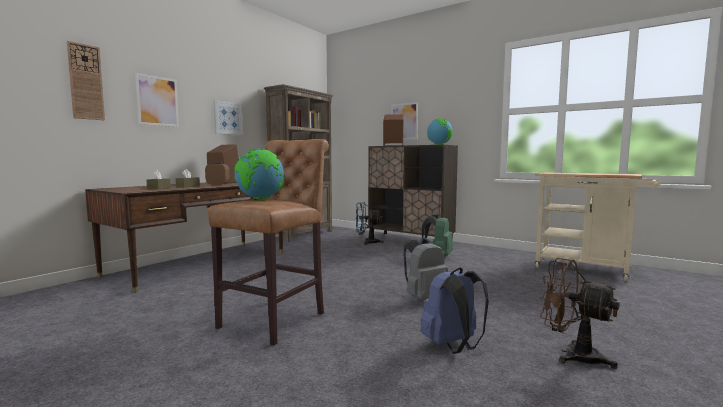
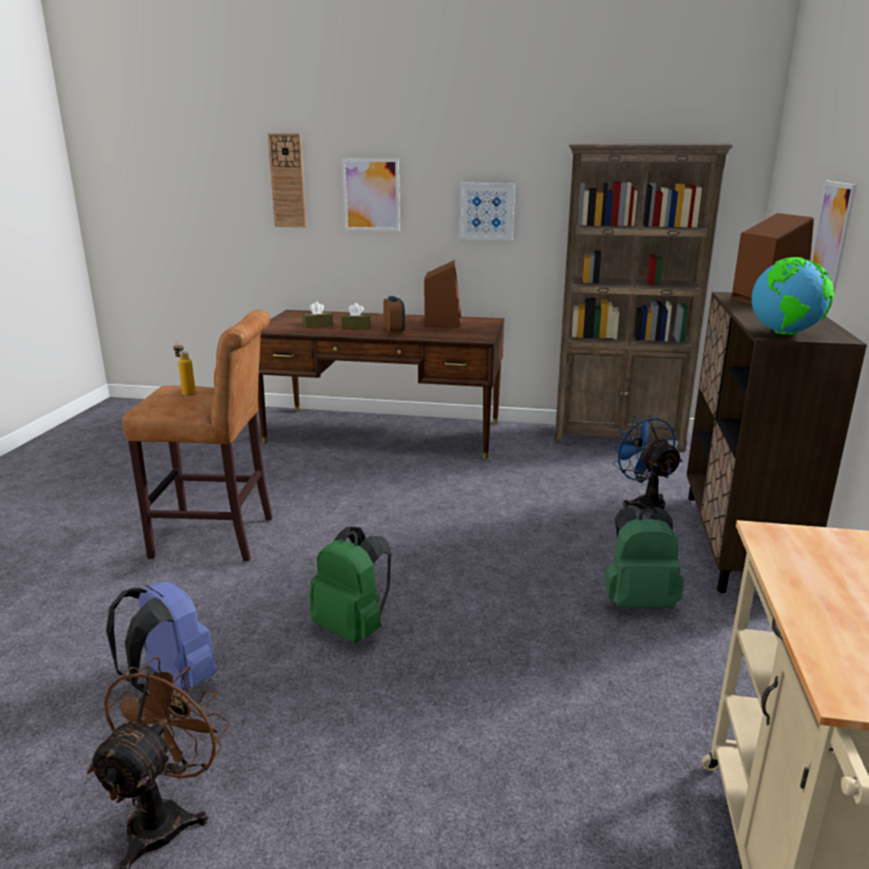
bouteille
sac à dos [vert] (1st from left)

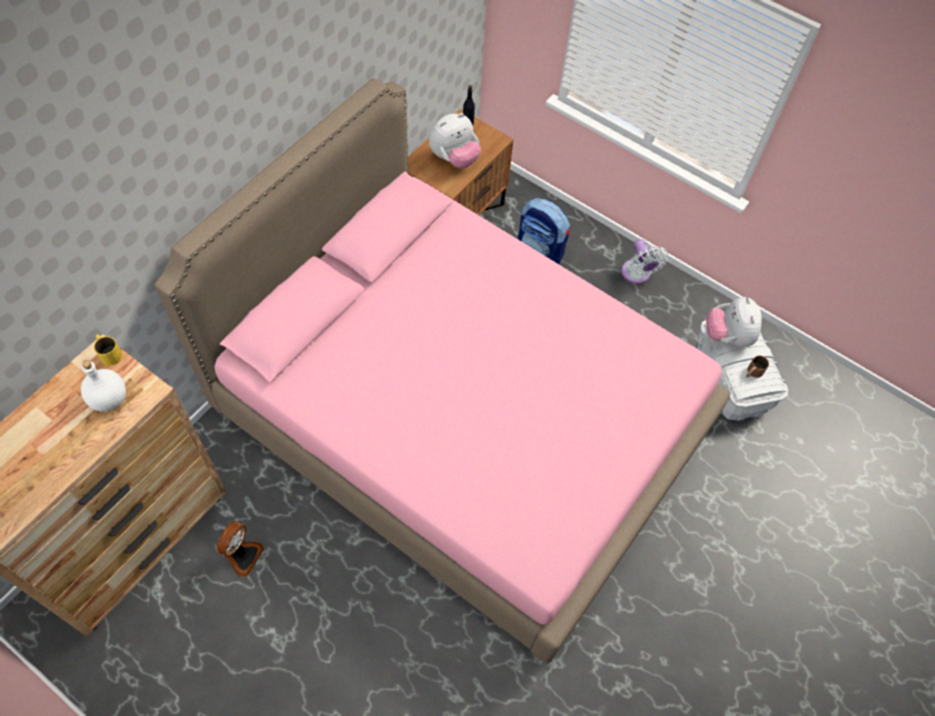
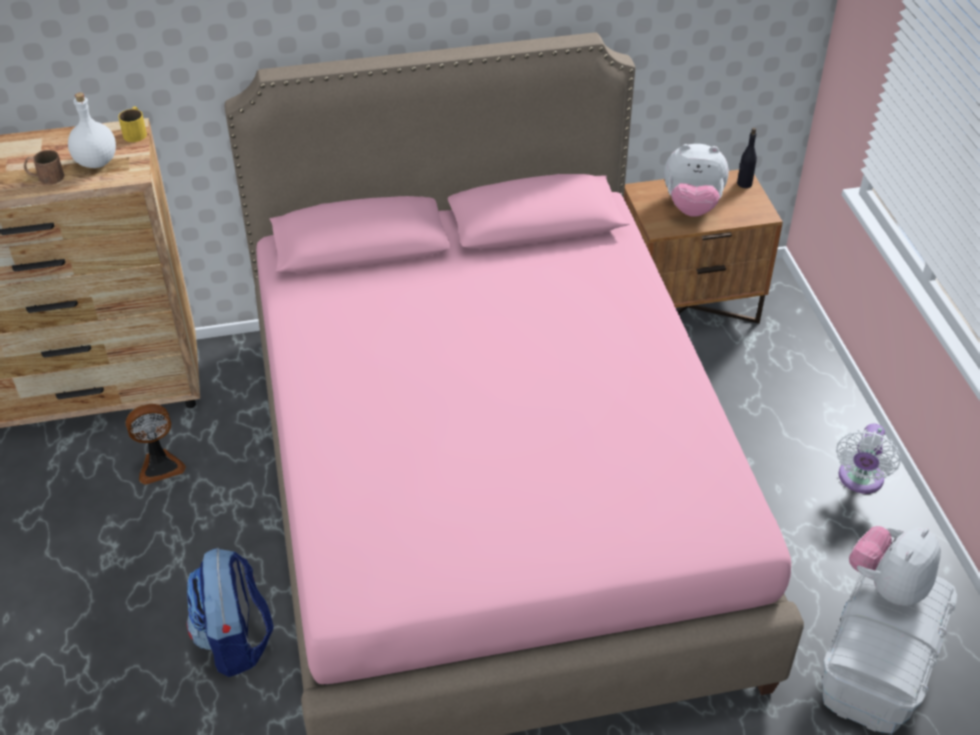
sac à dos
mug [marron]

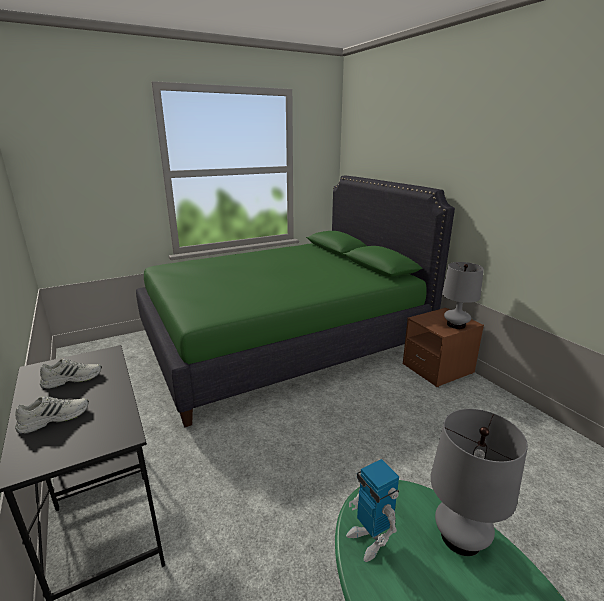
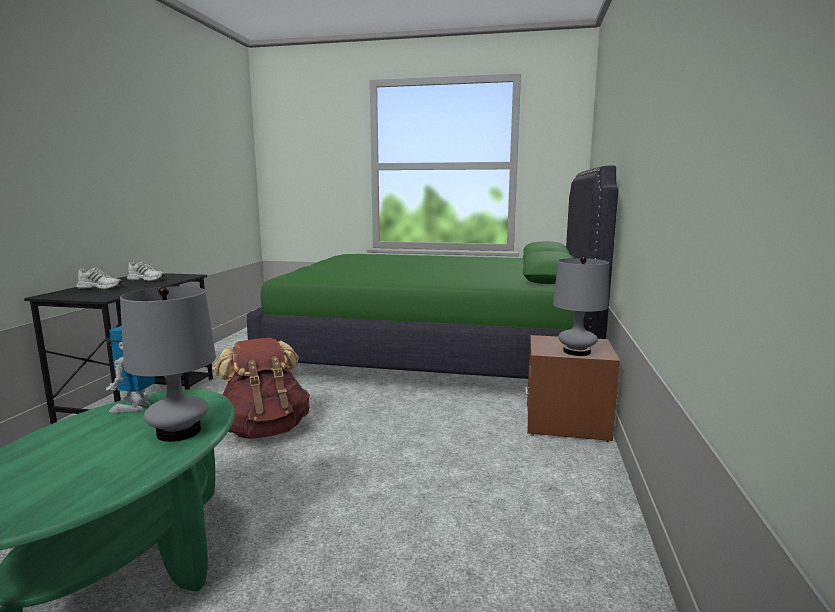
sac à dos [marron]

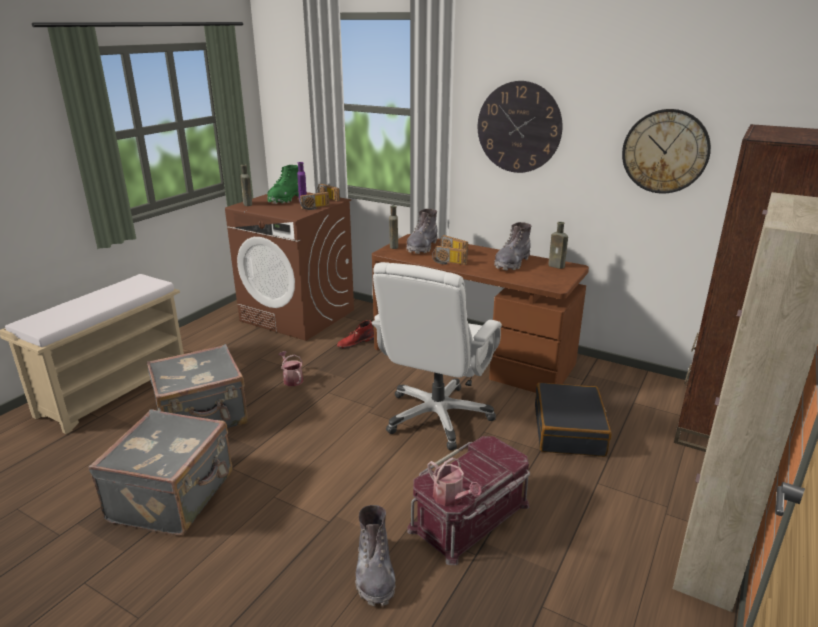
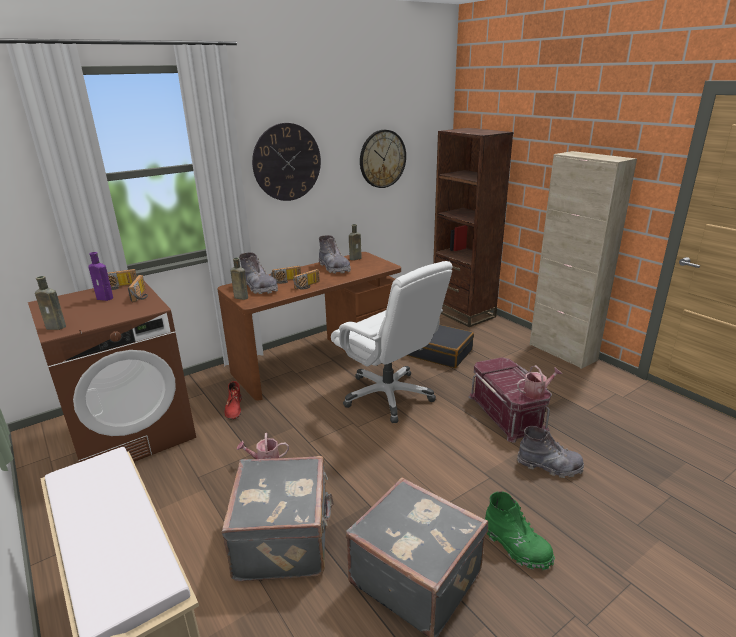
botte [vert]

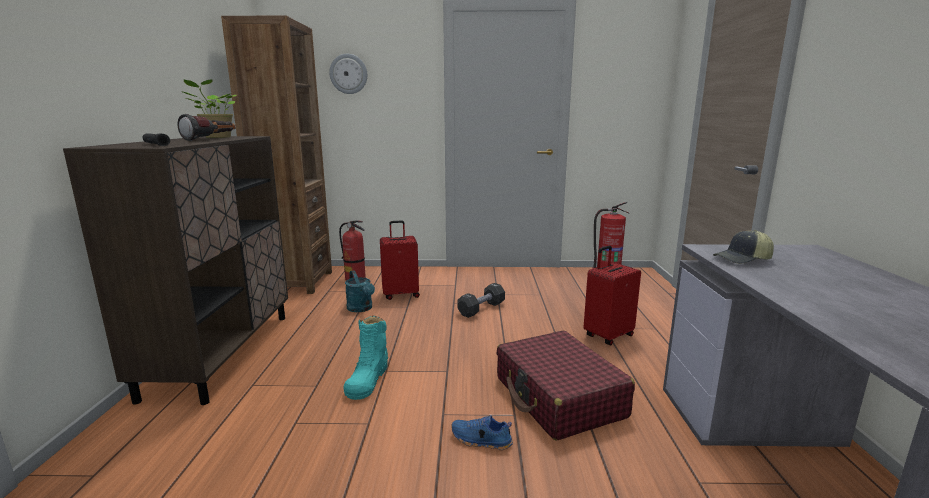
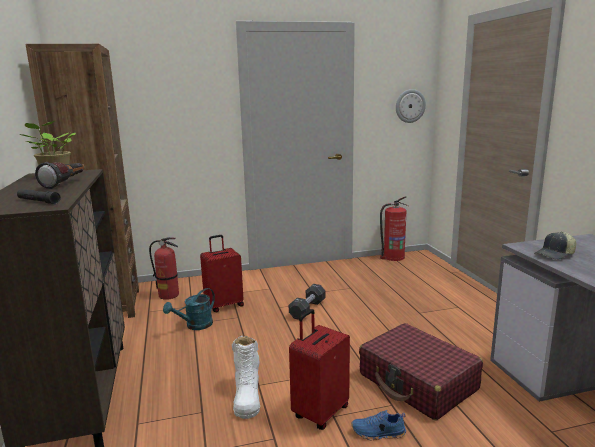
horloge murale
botte [blanc]
arrosoir [turquoise]
valise [rouge] (2nd from left)

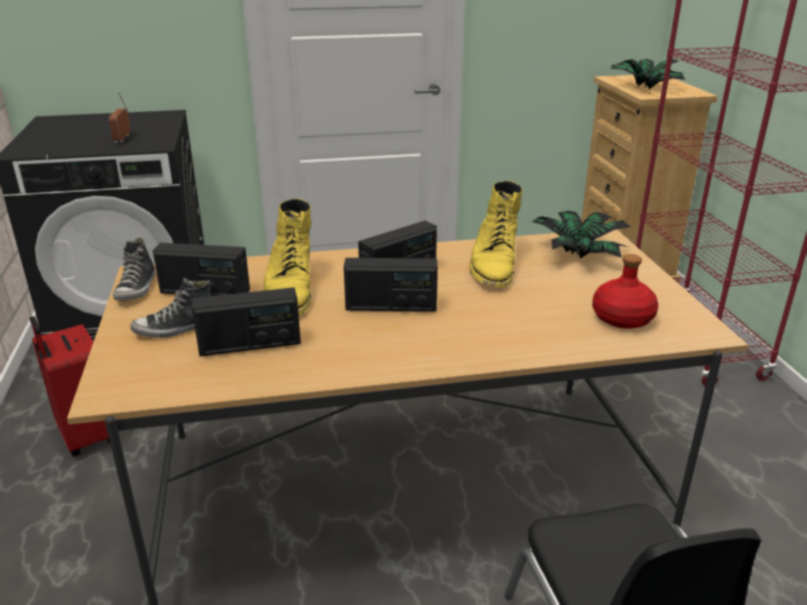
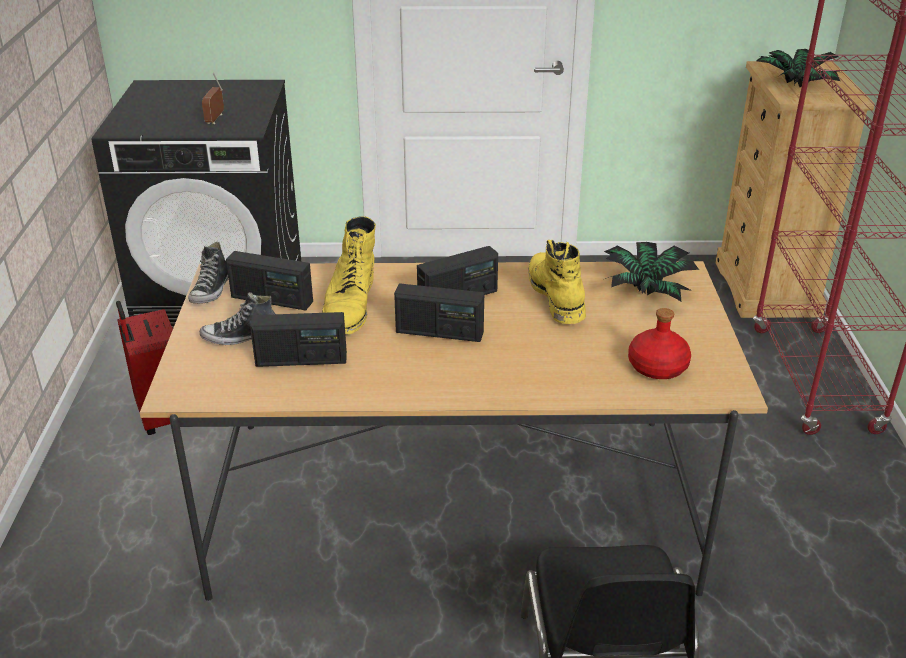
botte [jaune] (2nd from left)

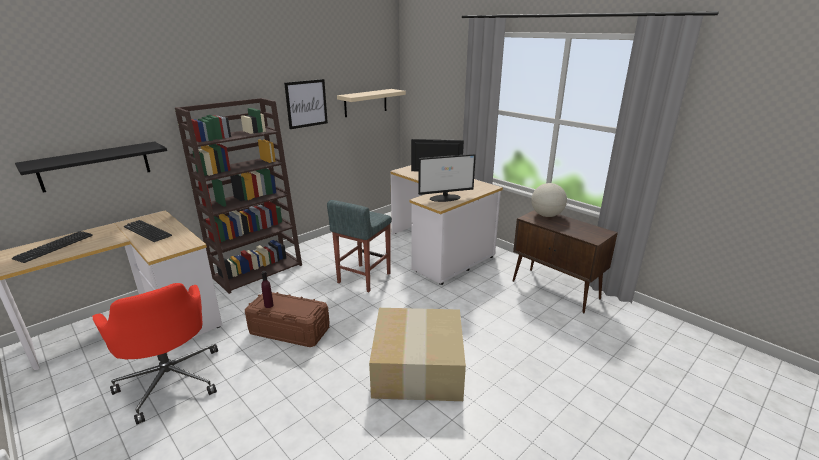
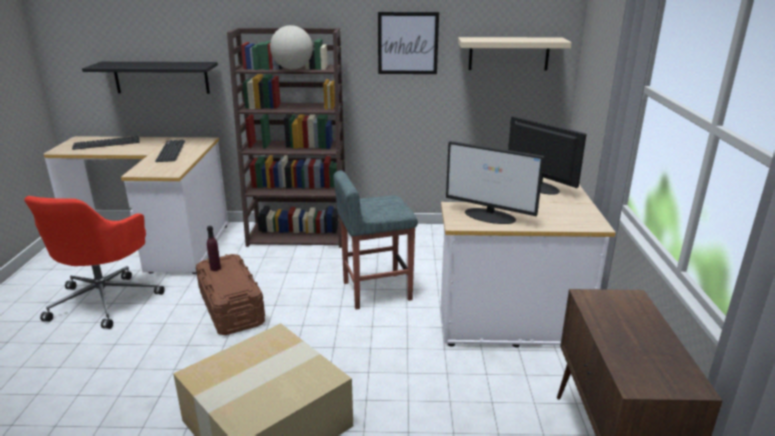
globe

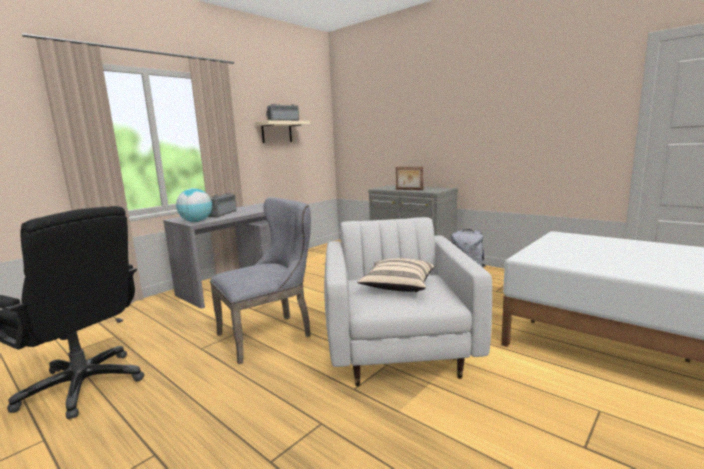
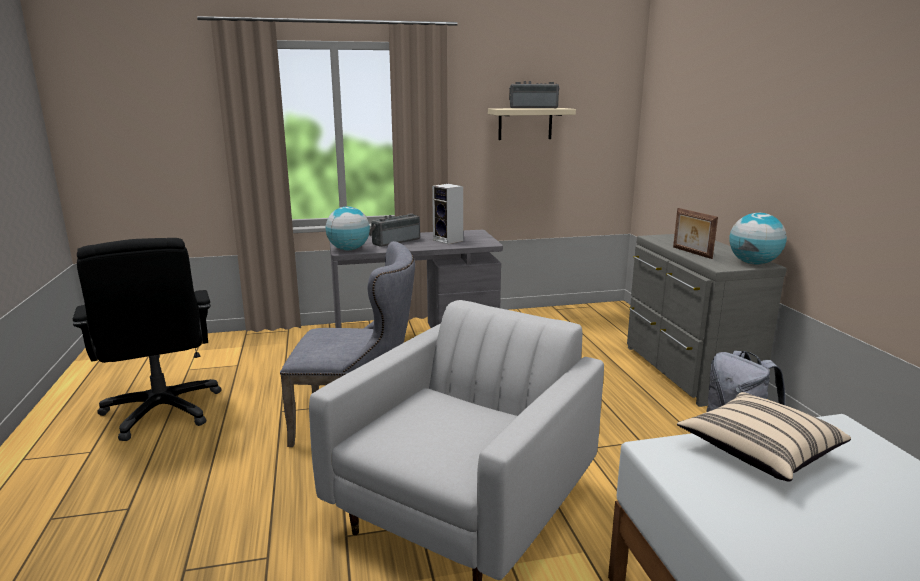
coussin [beige]
enceinte
globe (2nd from left)

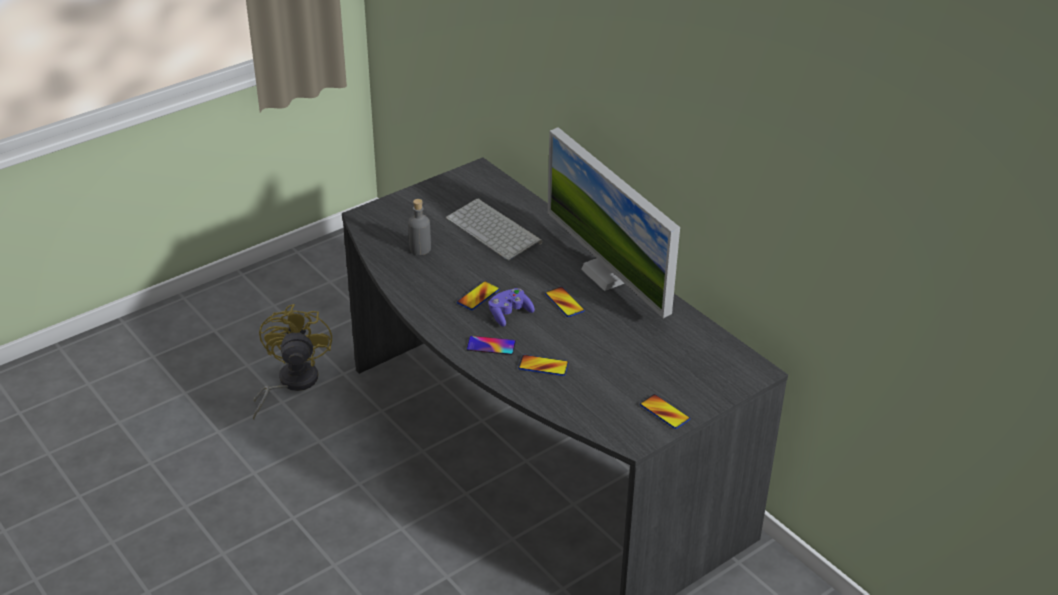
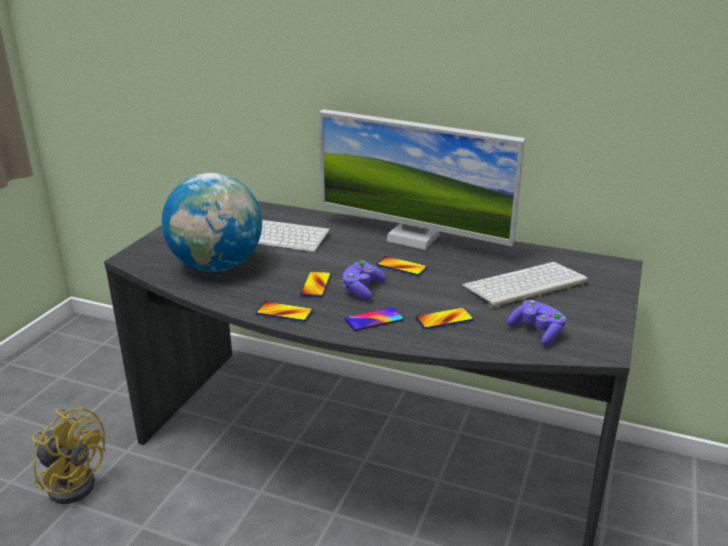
ventilateur [jaune]
globe
téléphone (1st from left)
clavier (2nd from left)
manette [violet] (2nd from left)

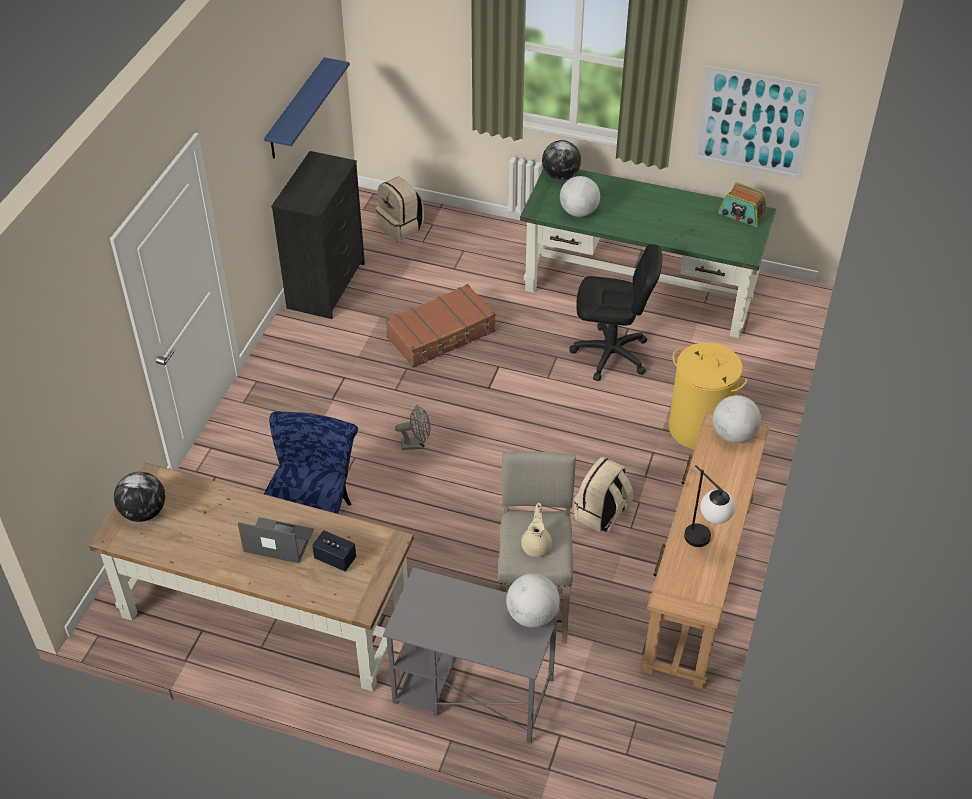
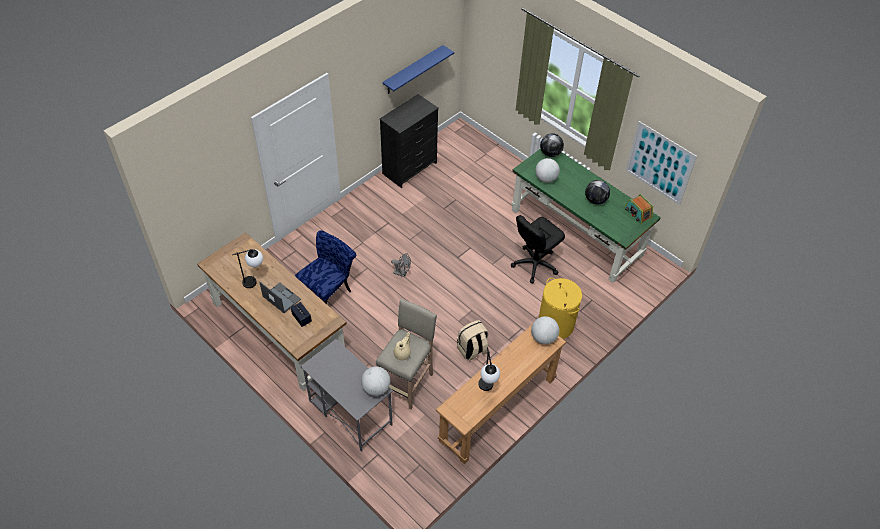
globe (5th from left)
sac à dos [beige] (1st from left in the first image)
valise [marron]
chaise de bureau [noir]
lampe de table (1st from left)

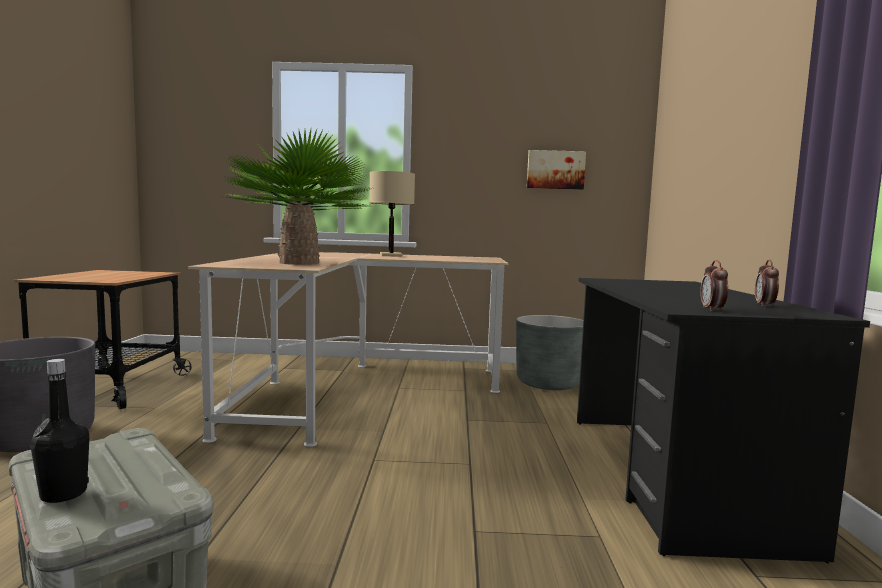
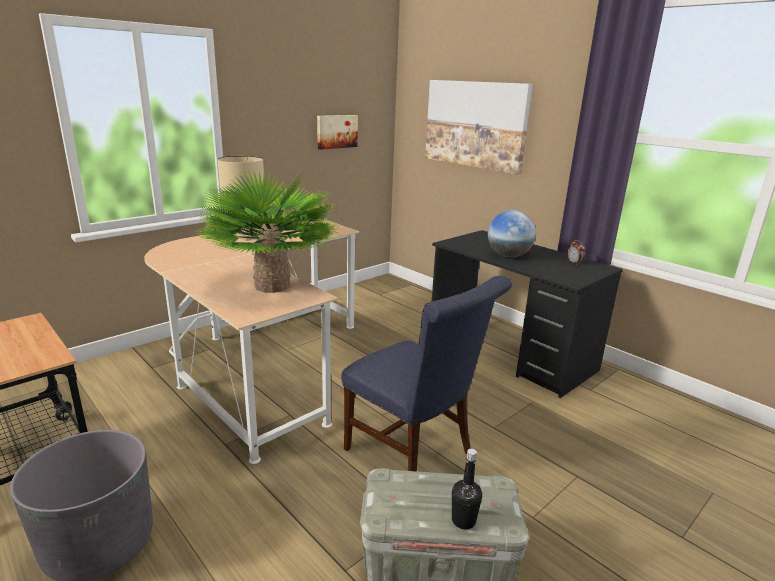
cache-pot [gris] (2nd from left in the first image)
réveil (1st from left in the first image)
chaise [bleu]
tableau (2nd from left)
globe

